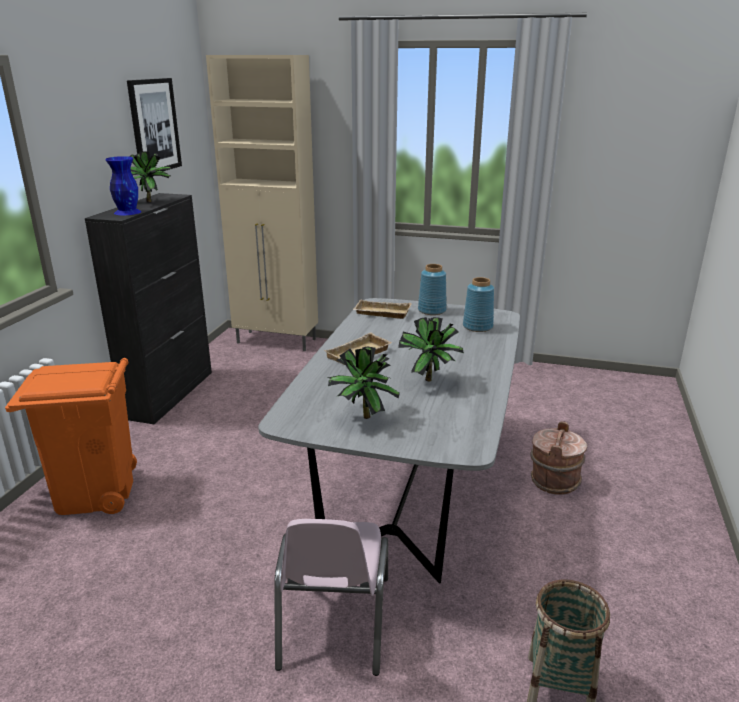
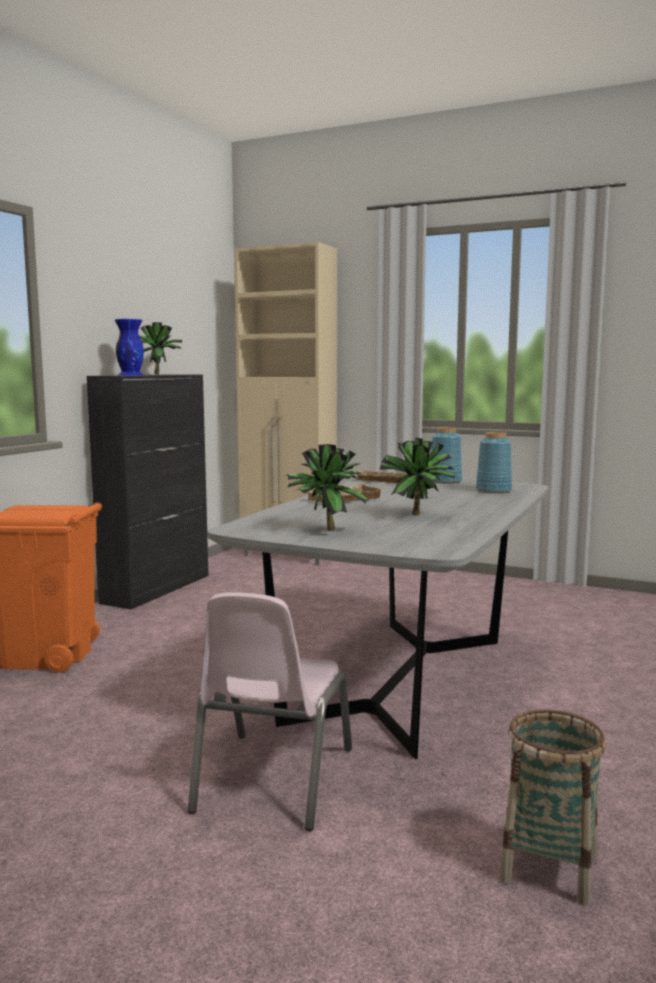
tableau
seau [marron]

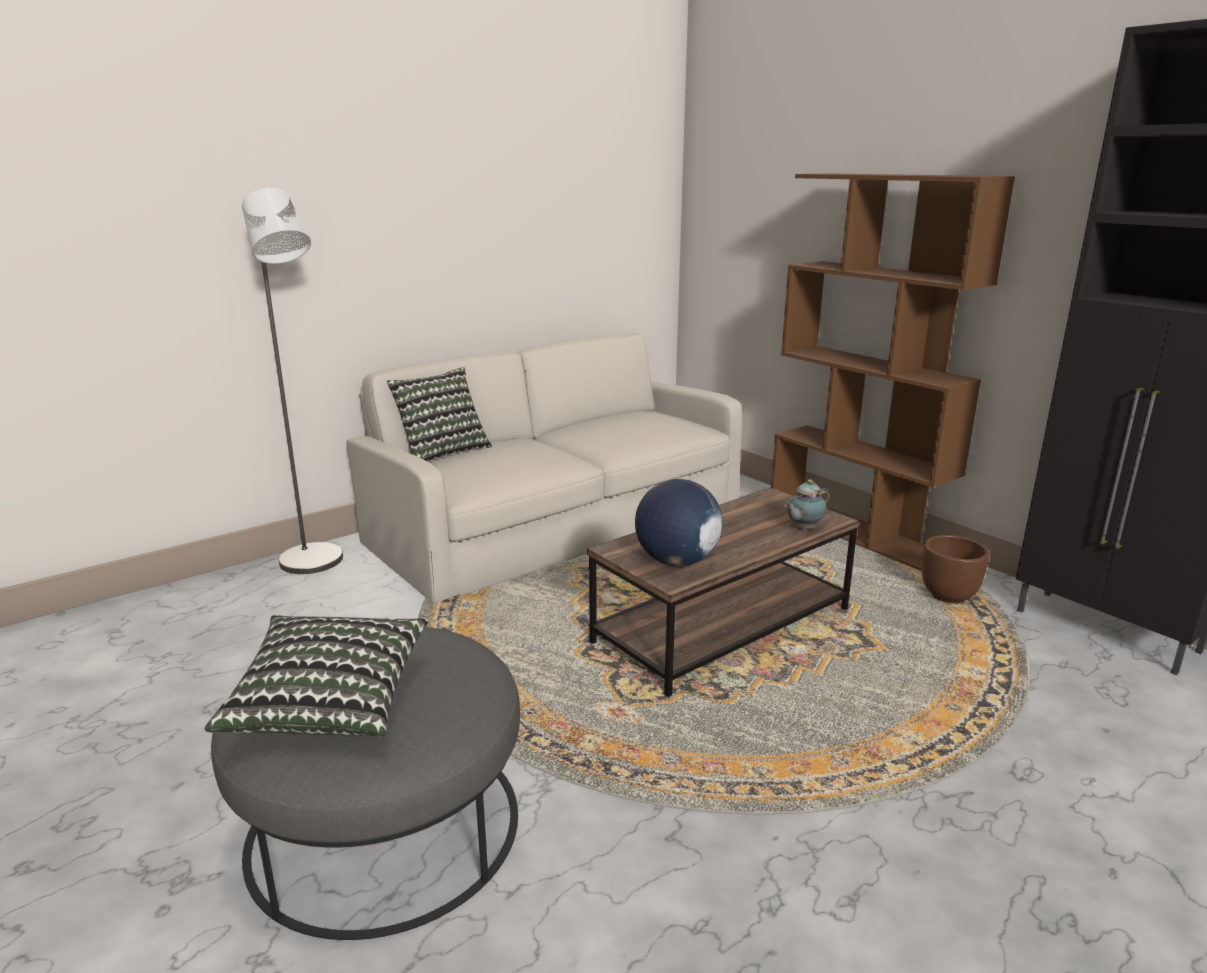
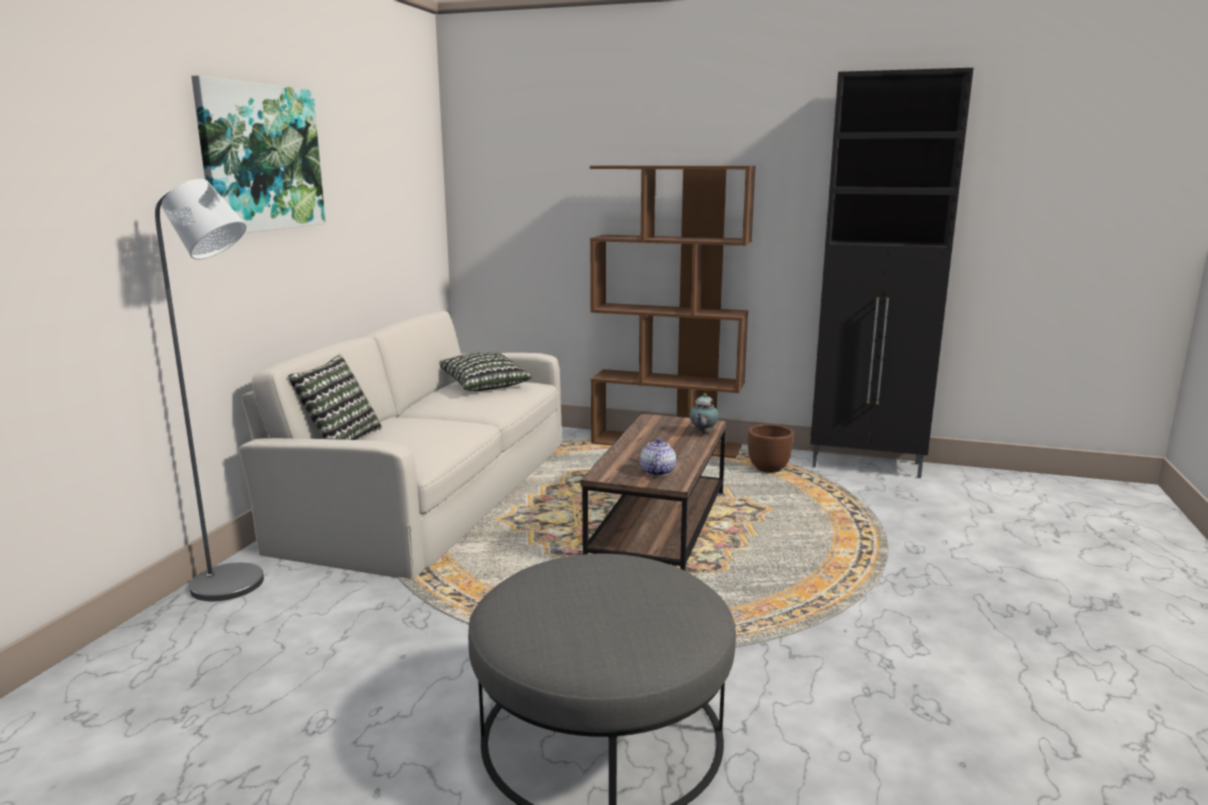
coussin (2nd from left)
théière (1st from left)
tableau

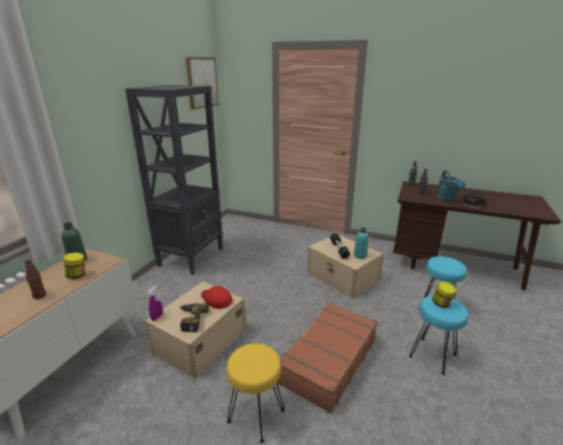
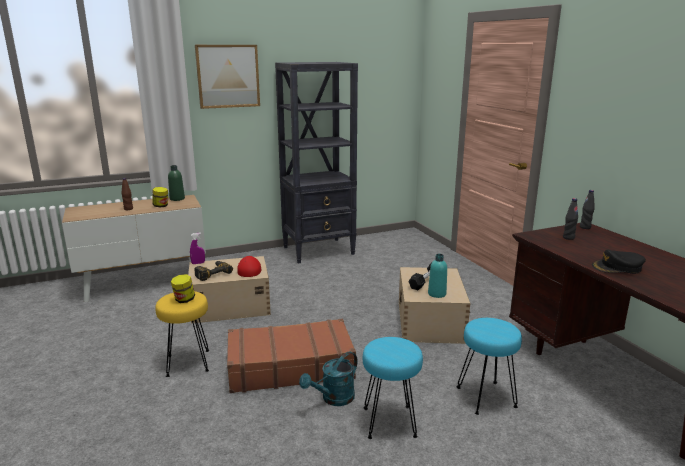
tableau
bocal (2nd from left)
arrosoir [turquoise]

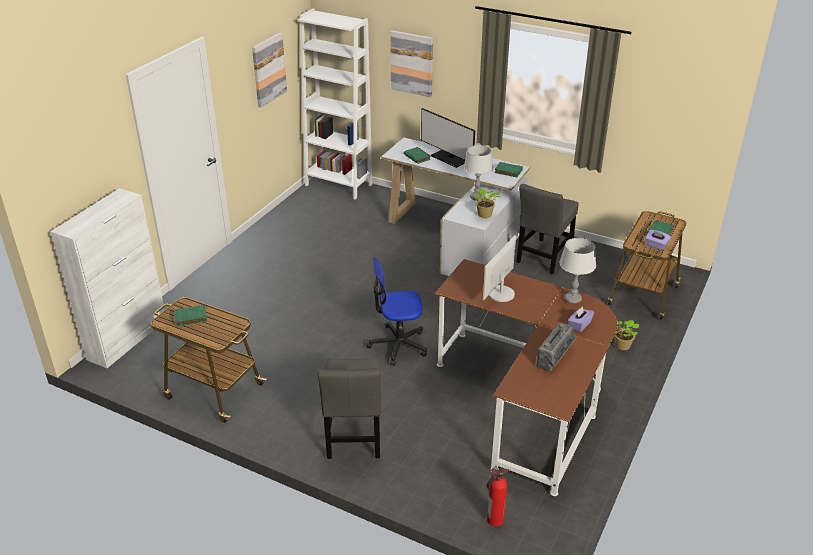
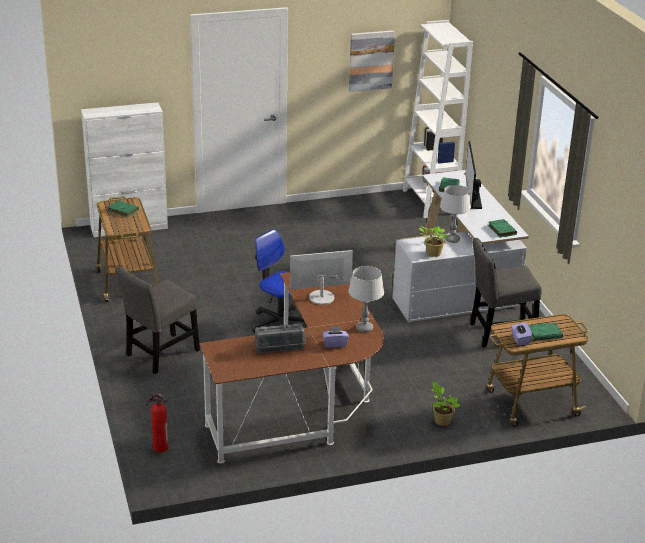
tableau (2nd from left in the first image)

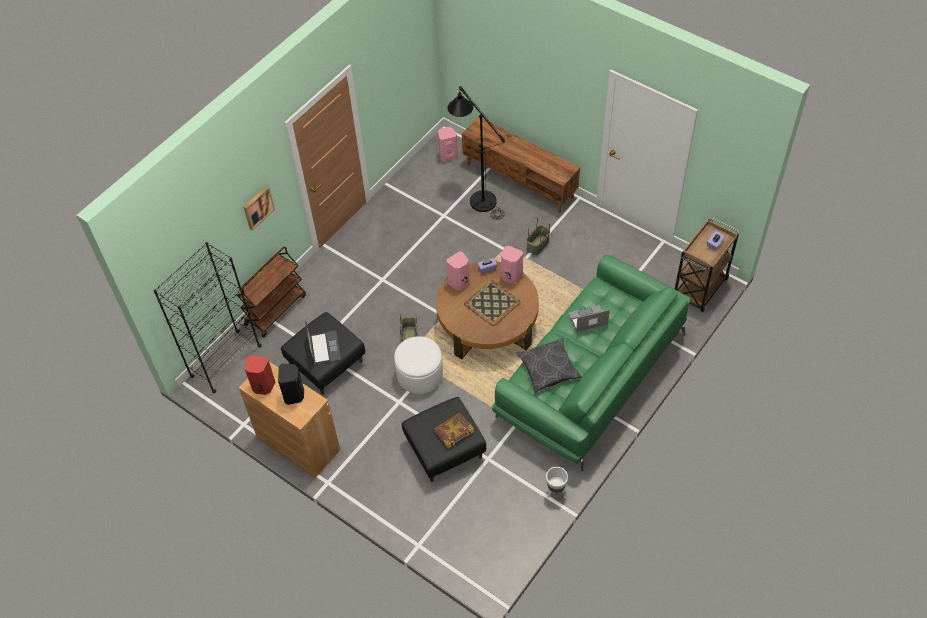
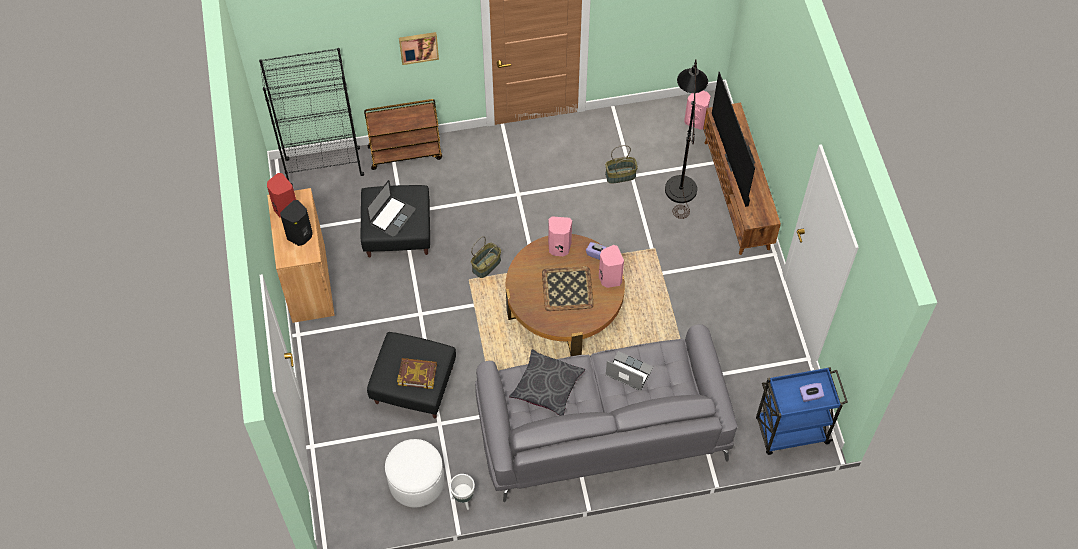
pouf [blanc]
canapé [gris]
panier (2nd from left)
chariot [bleu]
téléviseur

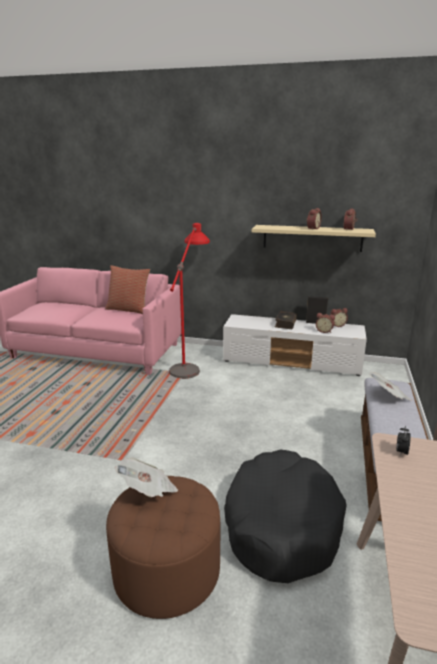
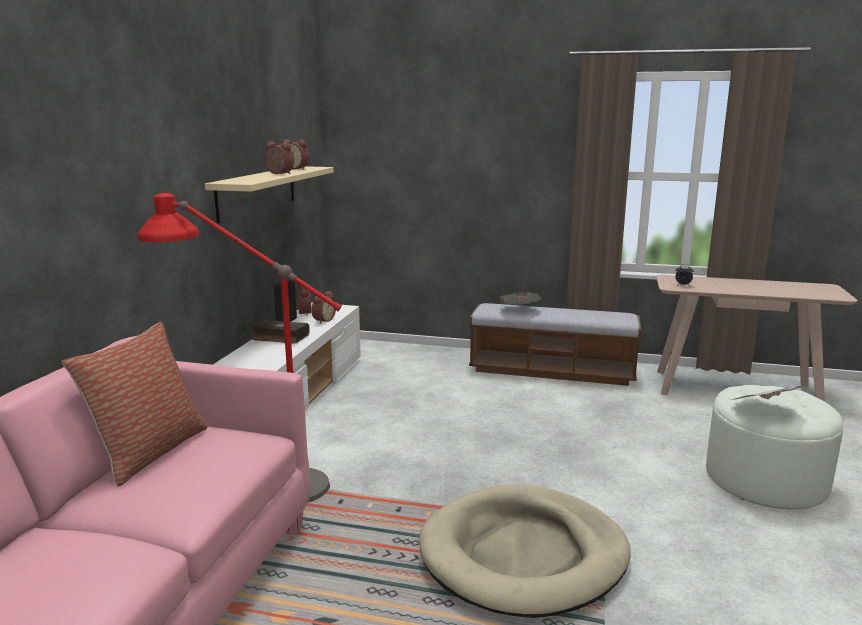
pouf [blanc]
panier pour chien [noir]
panier pour chien [beige]

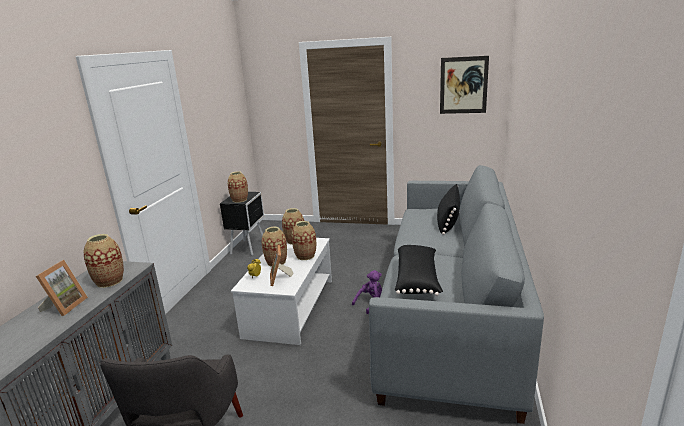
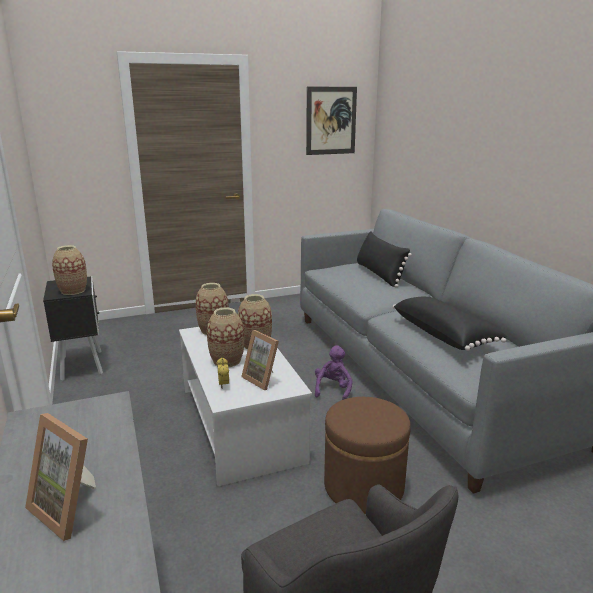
cadre photo (1st from left)
vase (1st from left in the first image)
pouf [marron]

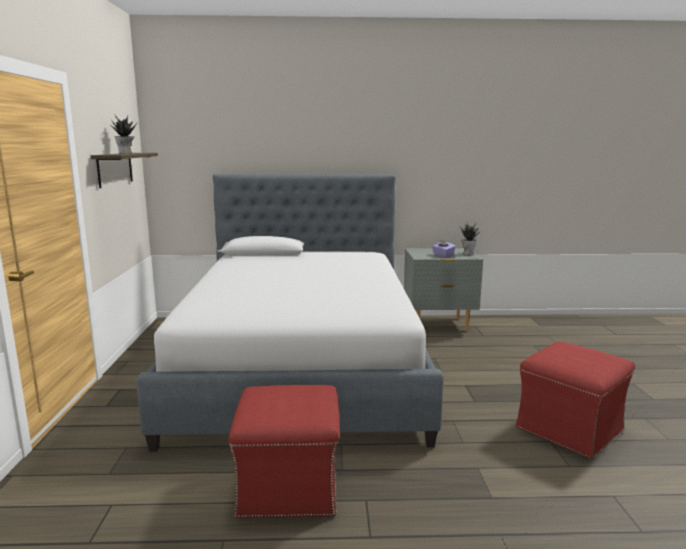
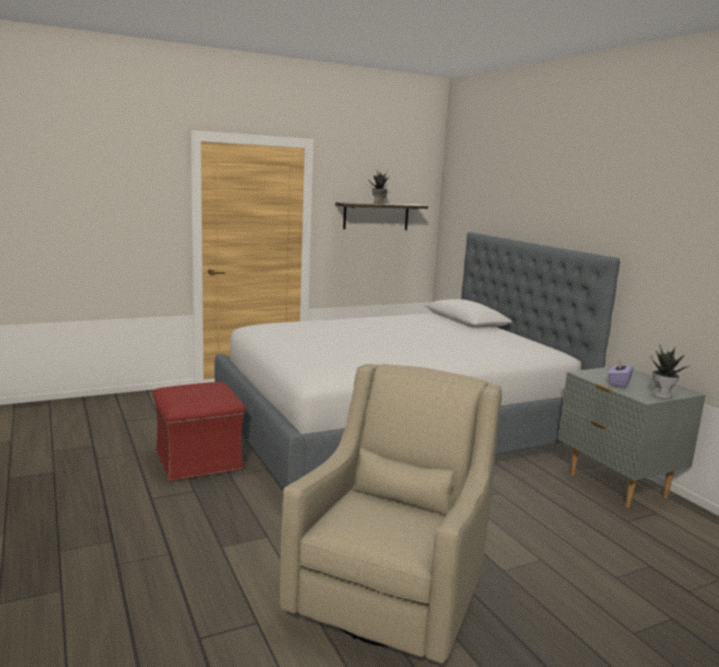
fauteuil [beige]

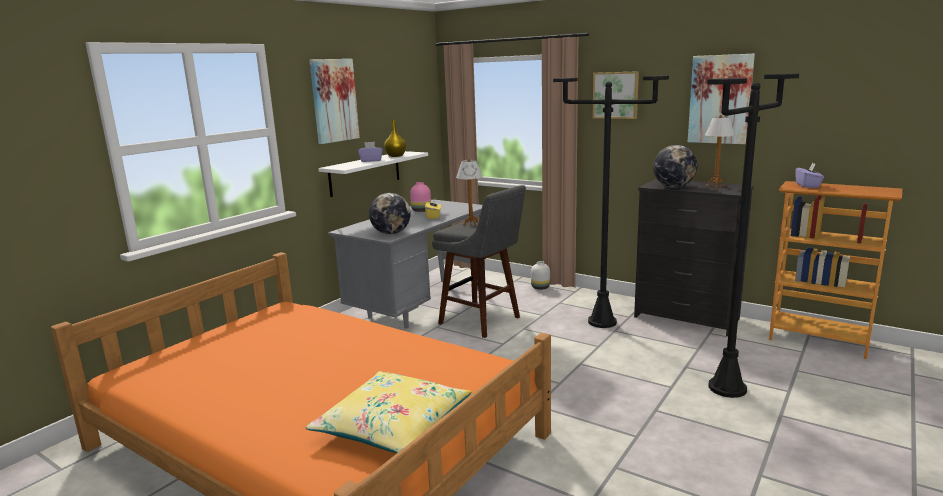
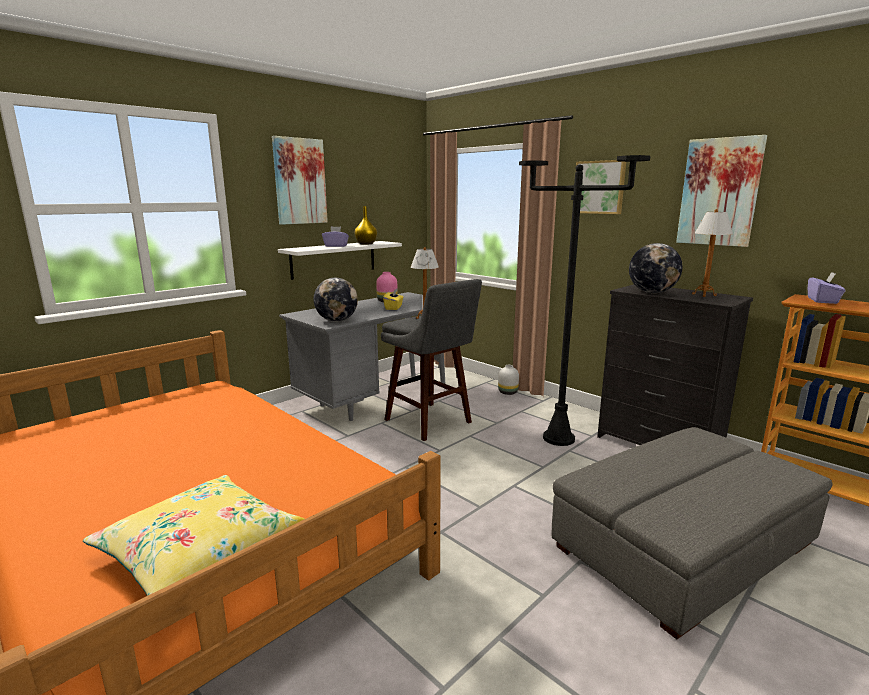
pouf [gris]

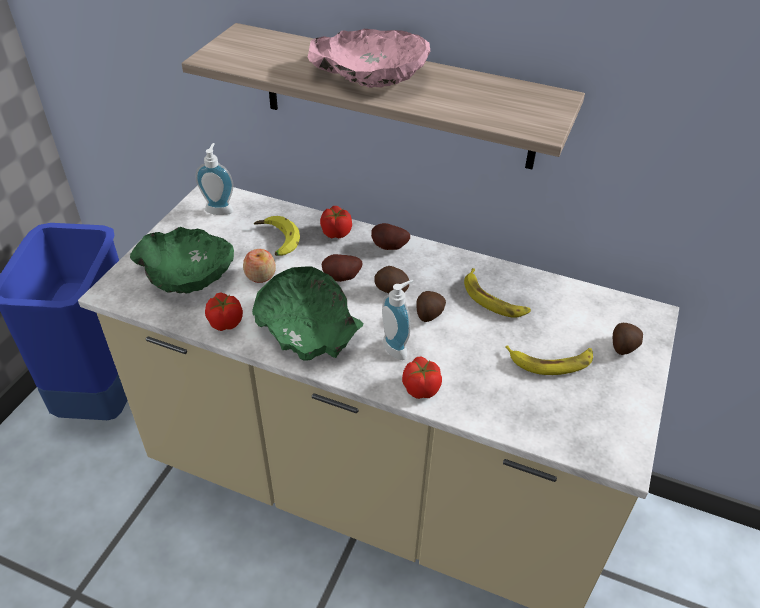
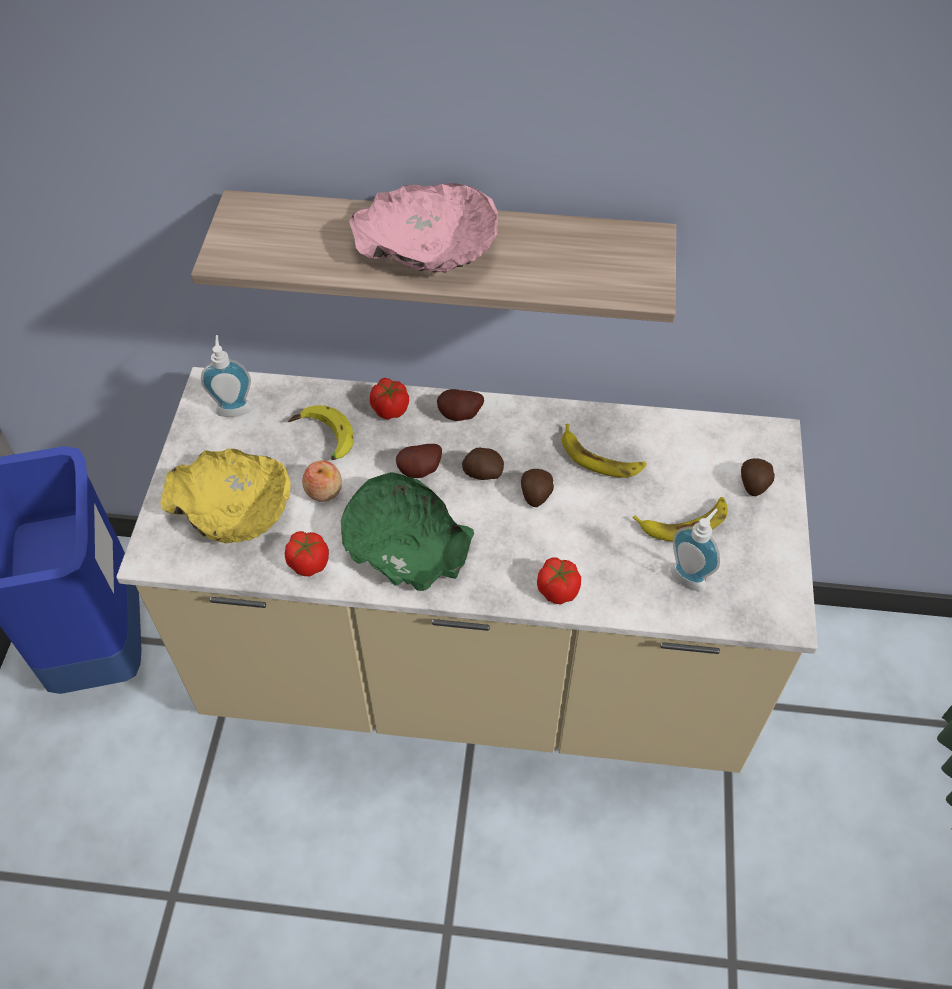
bol [jaune]
distributeur de savon (2nd from left)

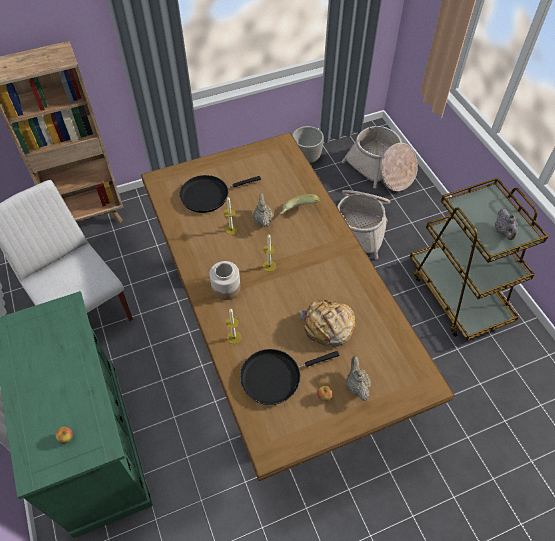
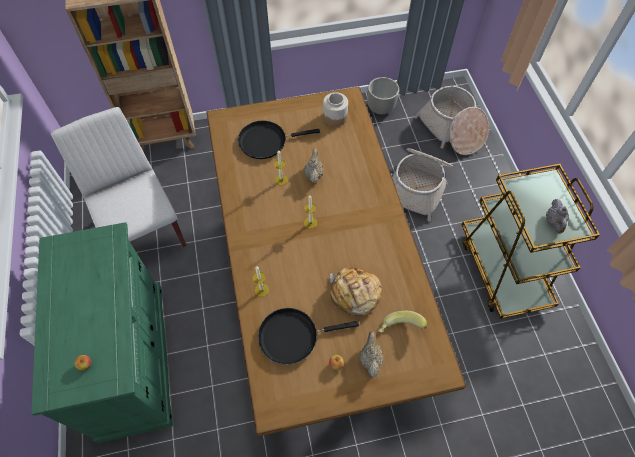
bocal
banane

